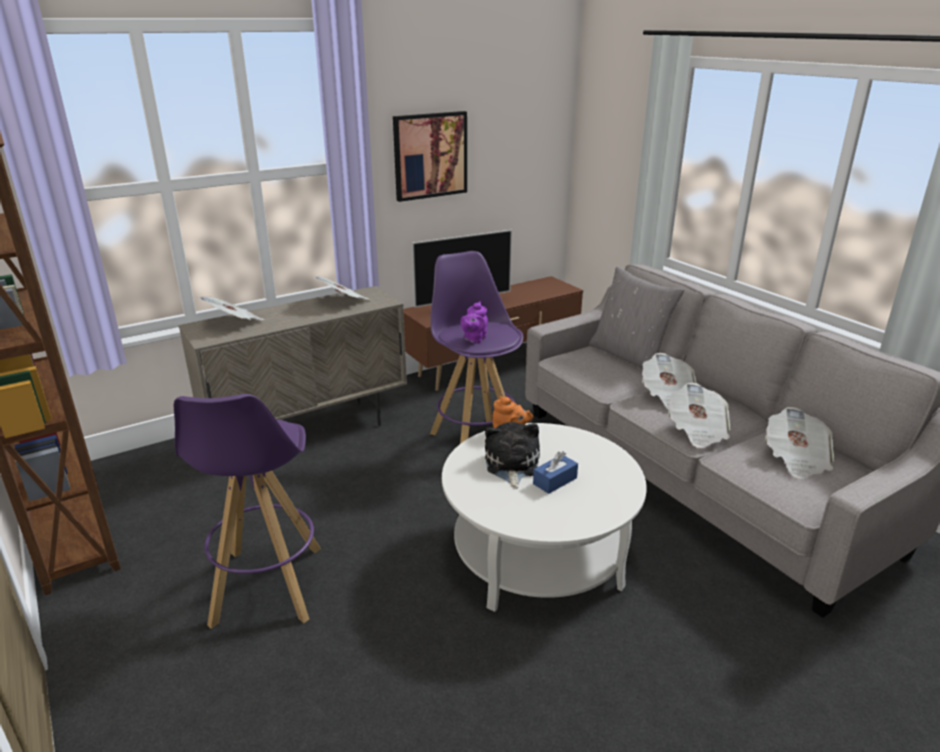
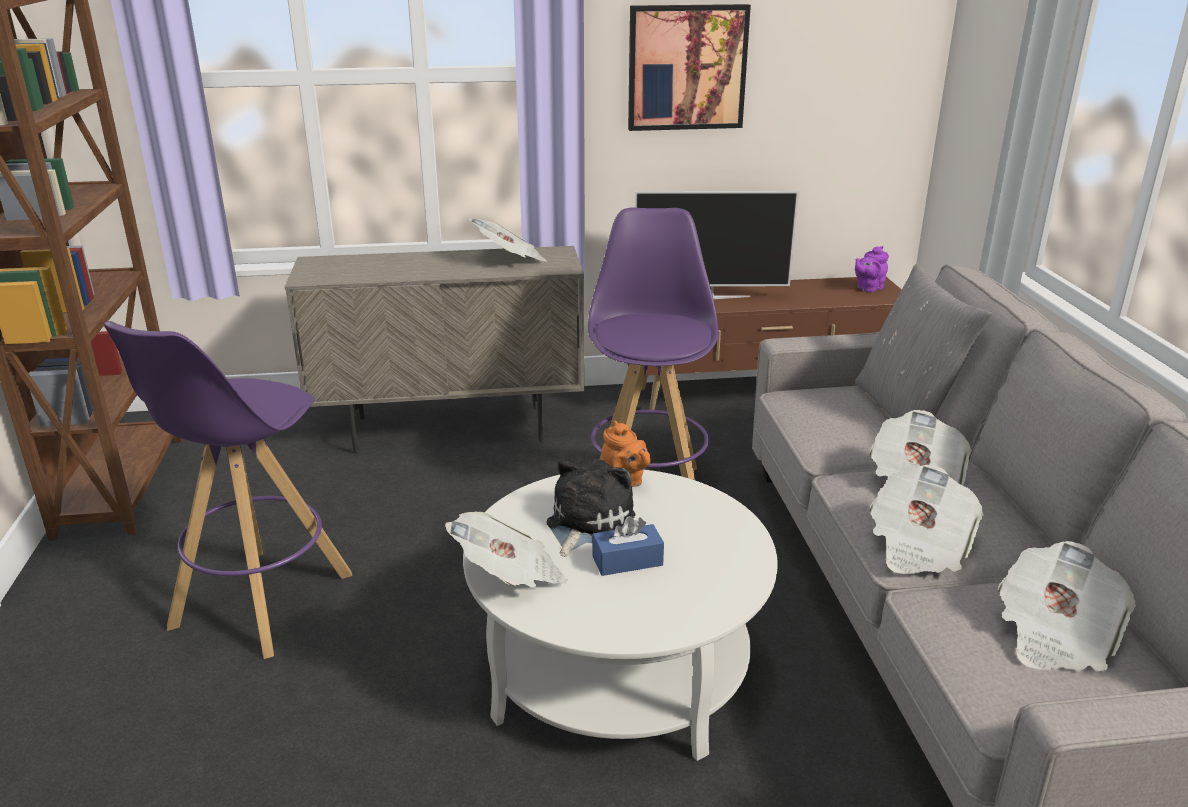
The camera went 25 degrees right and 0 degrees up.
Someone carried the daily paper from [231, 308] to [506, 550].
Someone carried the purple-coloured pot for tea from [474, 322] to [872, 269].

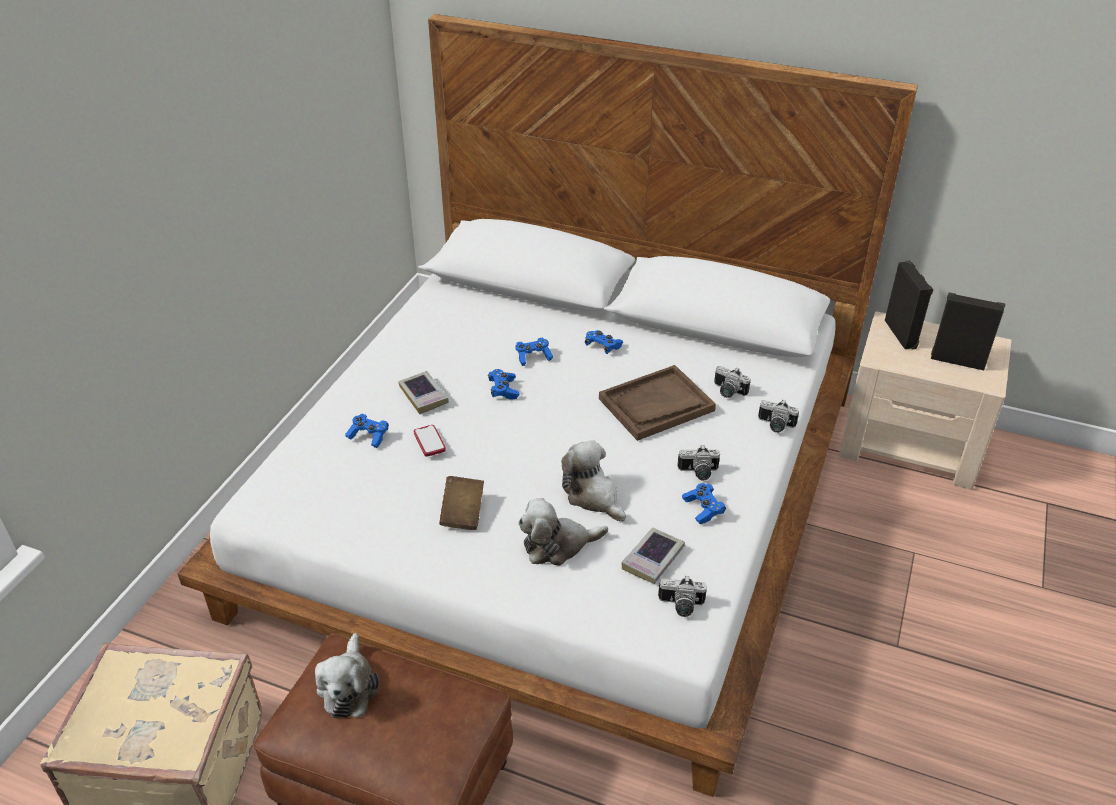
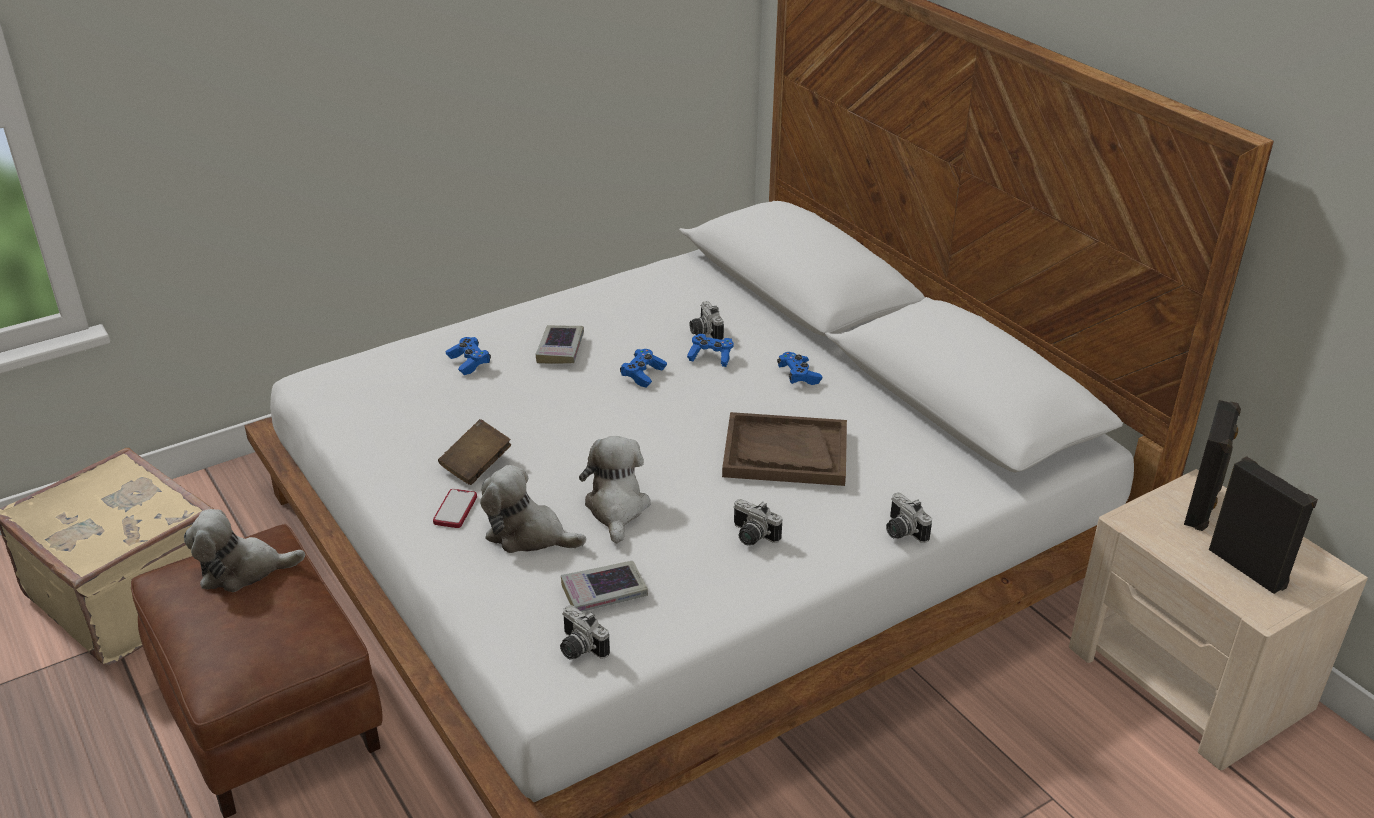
The camera went 35 degrees right and 5 degrees down.
Someone rotated the cuddly toy at [347, 675] by 45 degrees clockwise.
Someone carried the handset from [430, 441] to [455, 508].
Someone carried the still camera from [732, 382] to [706, 320].
Someone took away the blue-coloured gamepad at [704, 503].

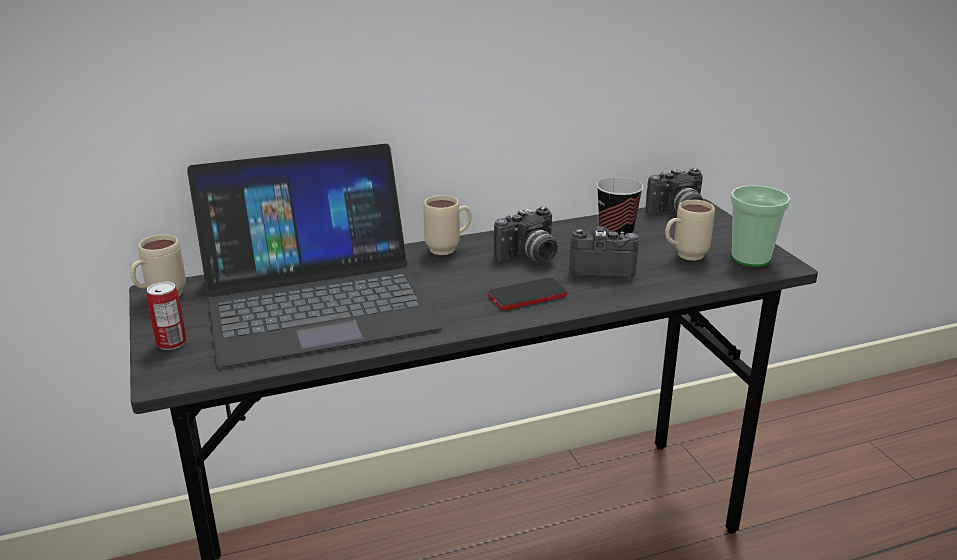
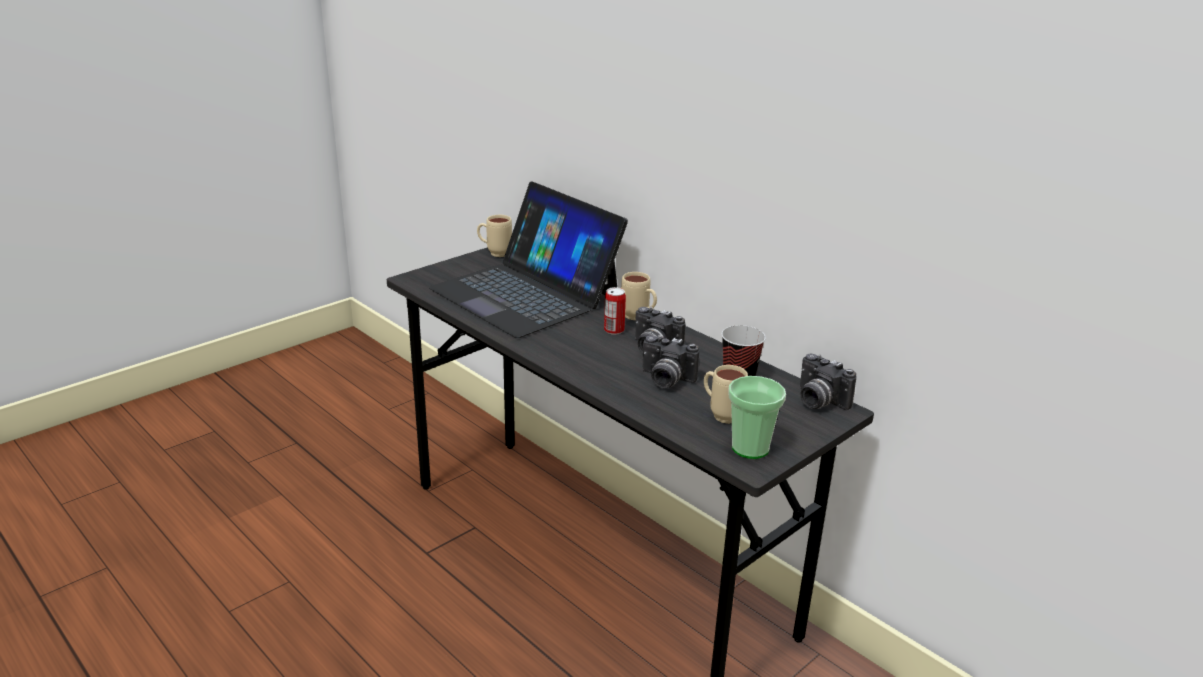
The camera went 65 degrees right and 0 degrees up.
Someone carried the metal can from [166, 315] to [615, 311].
Someone rotated the still camera at [604, 251] by 135 degrees clockwise.
Someone took away the handset at [527, 293].

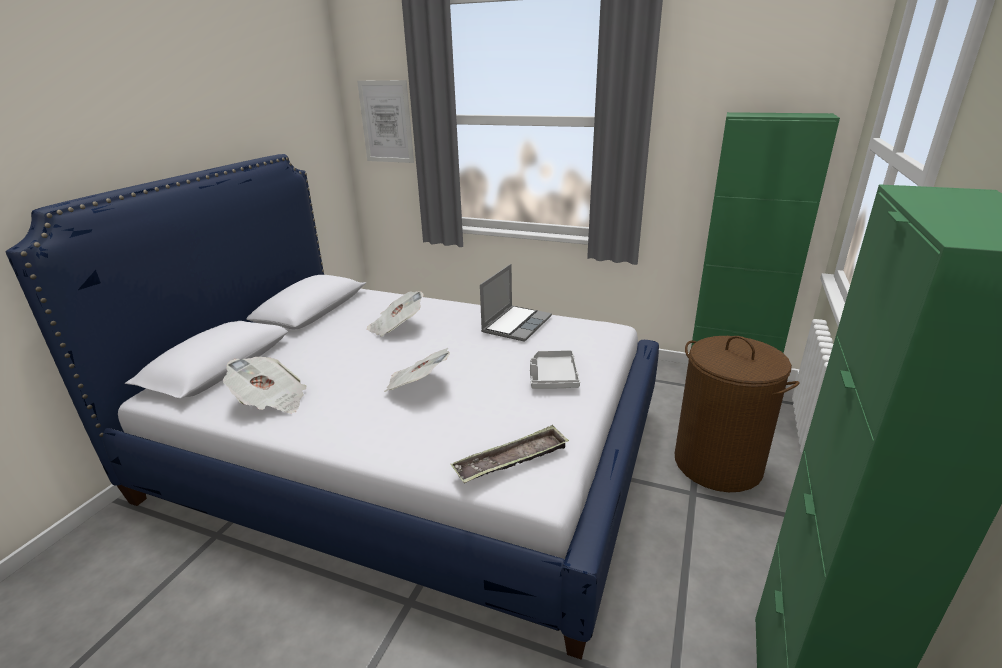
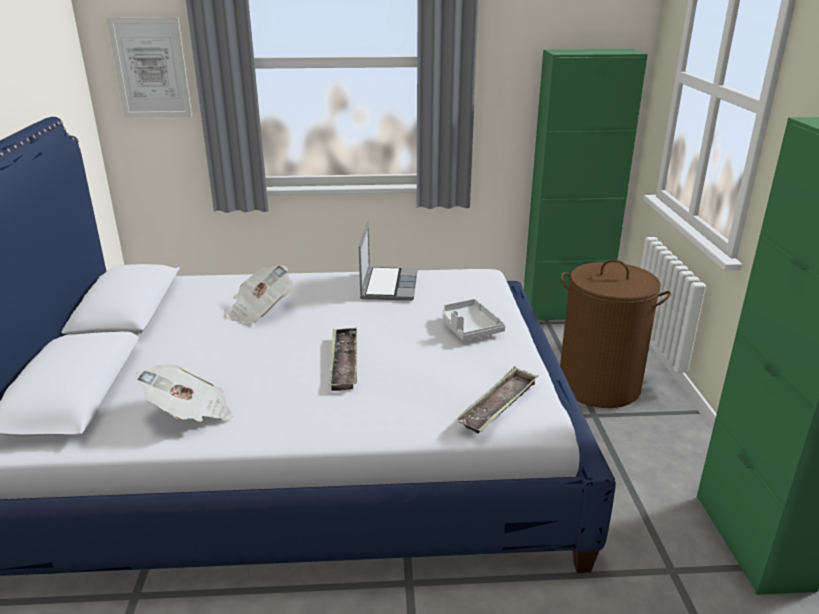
The camera went 25 degrees left and 0 degrees up.
Someone swapped the daily paper at [417, 370] for the carrying tray at [343, 359].

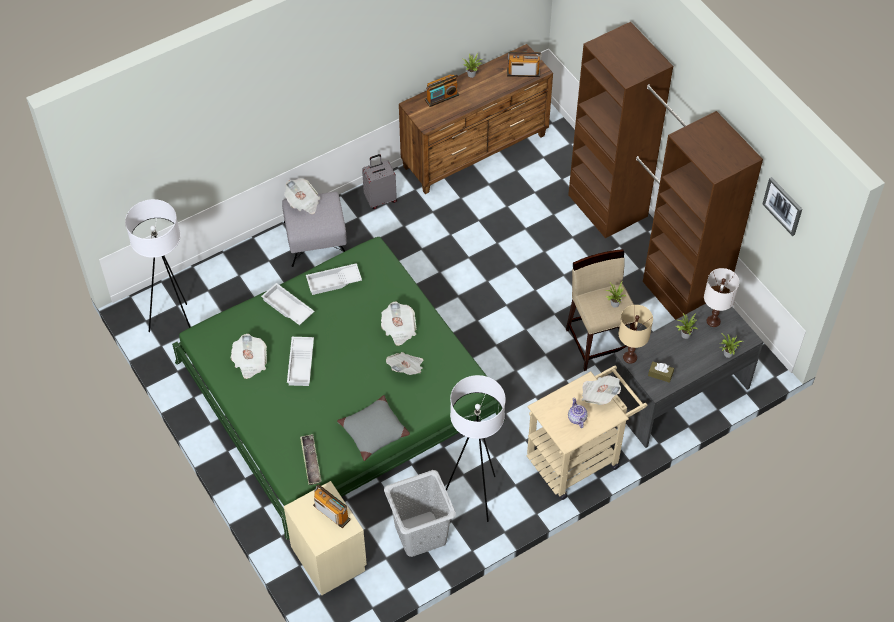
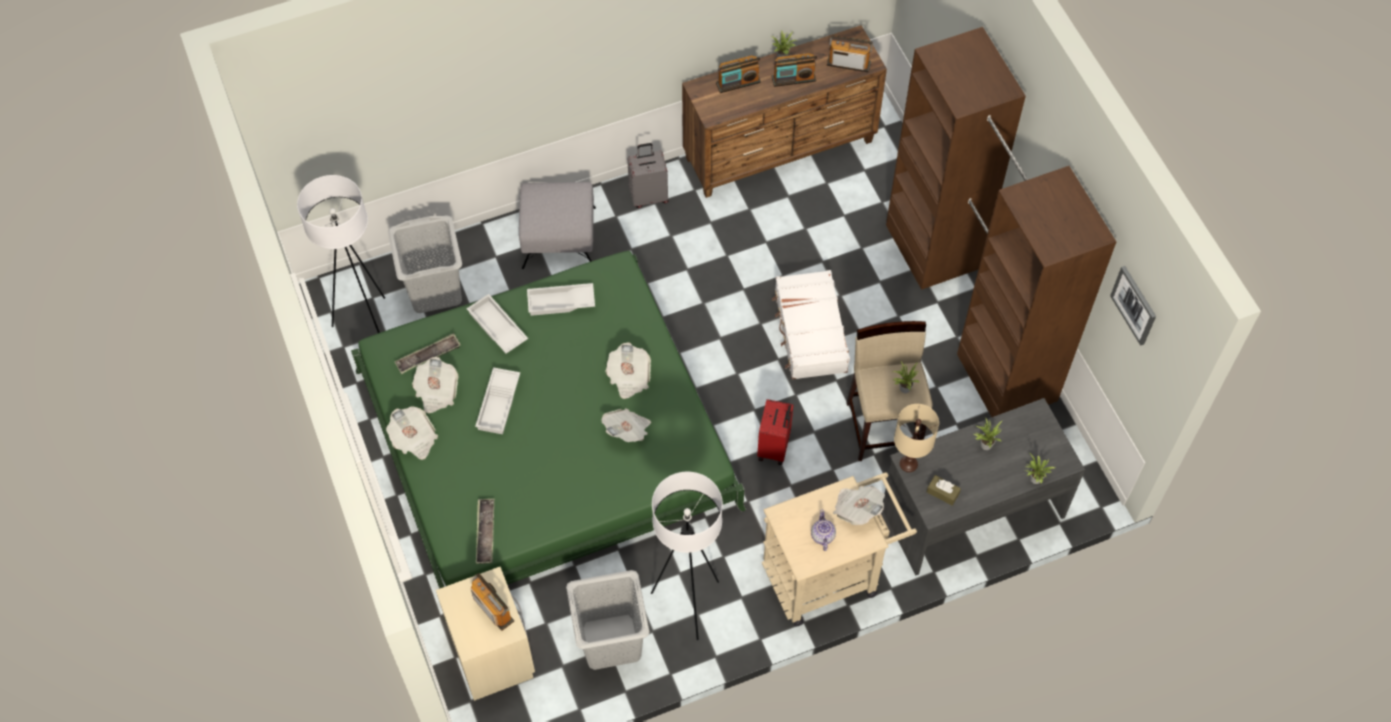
The camera went 10 degrees right and 5 degrees up.
Someone carried the daily paper from [302, 196] to [412, 433].
Someone put down the grey laundry basket at [425, 264].
Someone put down the carrying tray at [427, 353].
Someone put down the red suitcase at [775, 432].
Someone put down the radio set at [794, 70].
Someone put down the white-coloured suitcase at [811, 324].
Someone took away the grey throw pillow at [373, 428].
Someone took away the white-coloured table lamp at [721, 297].

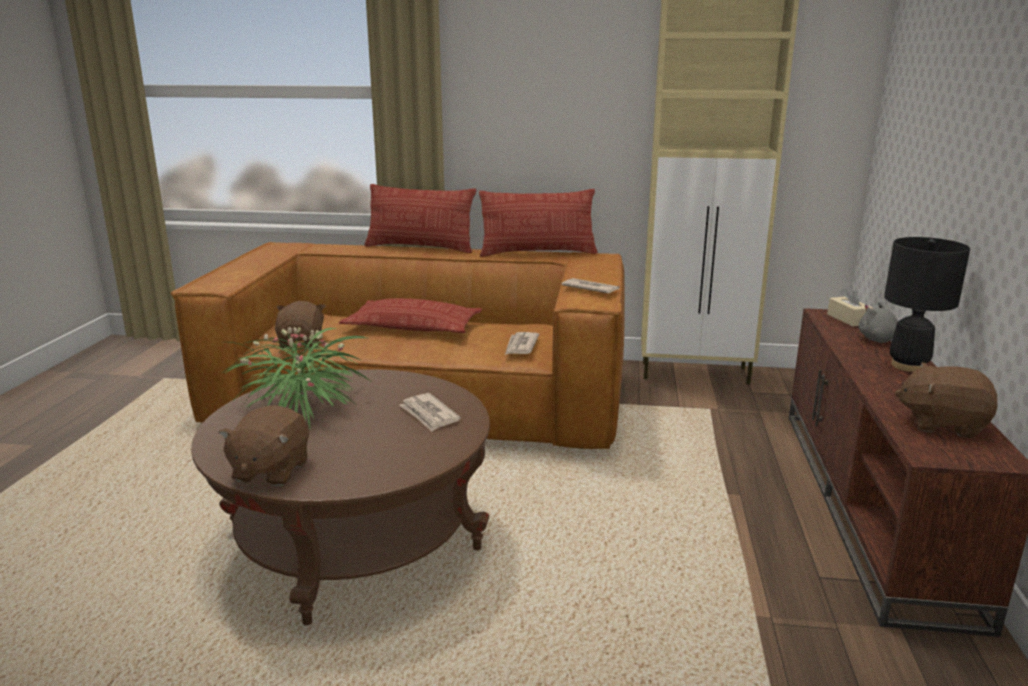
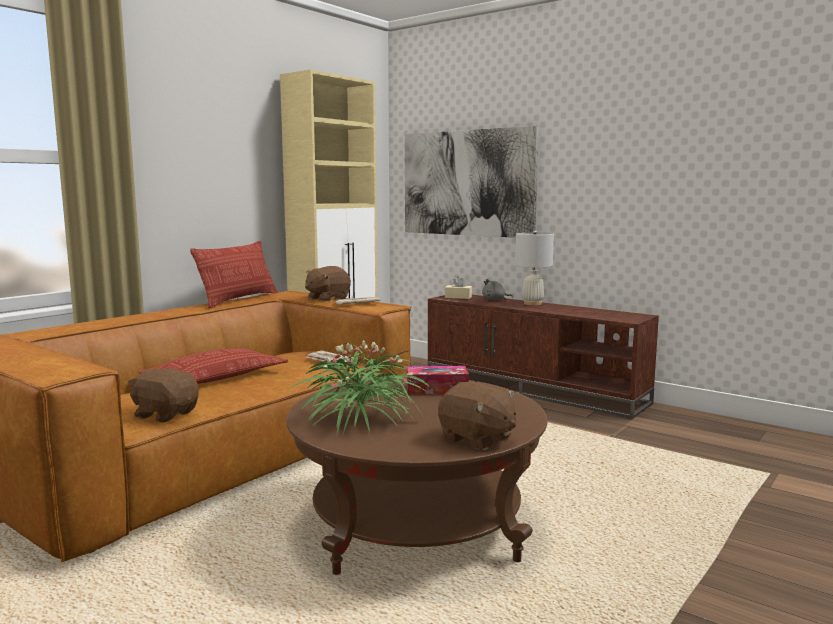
The camera went 60 degrees left and 10 degrees down.
Someone carried the brownish cuddly toy from [946, 400] to [328, 284].
Someone put up the wall art at [472, 182].
Someone swapped the daily paper at [430, 412] for the tissue box at [438, 380].
Someone repainted the black table lamp at [927, 304], which became the white-coloured table lamp at [534, 267].
Someone took away the throw pillow at [420, 218].

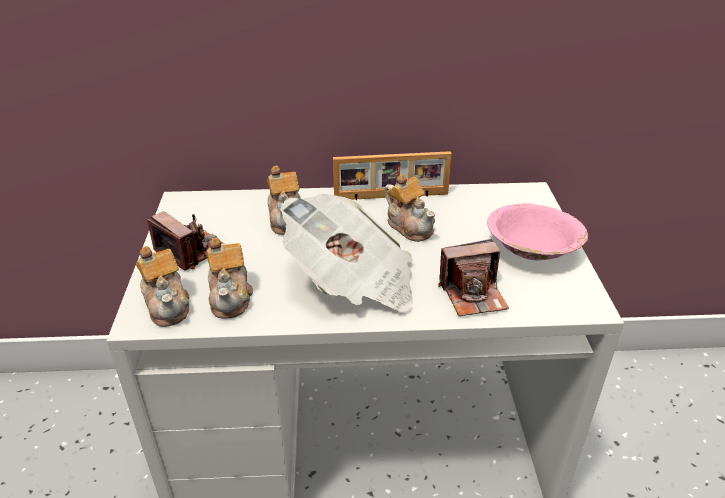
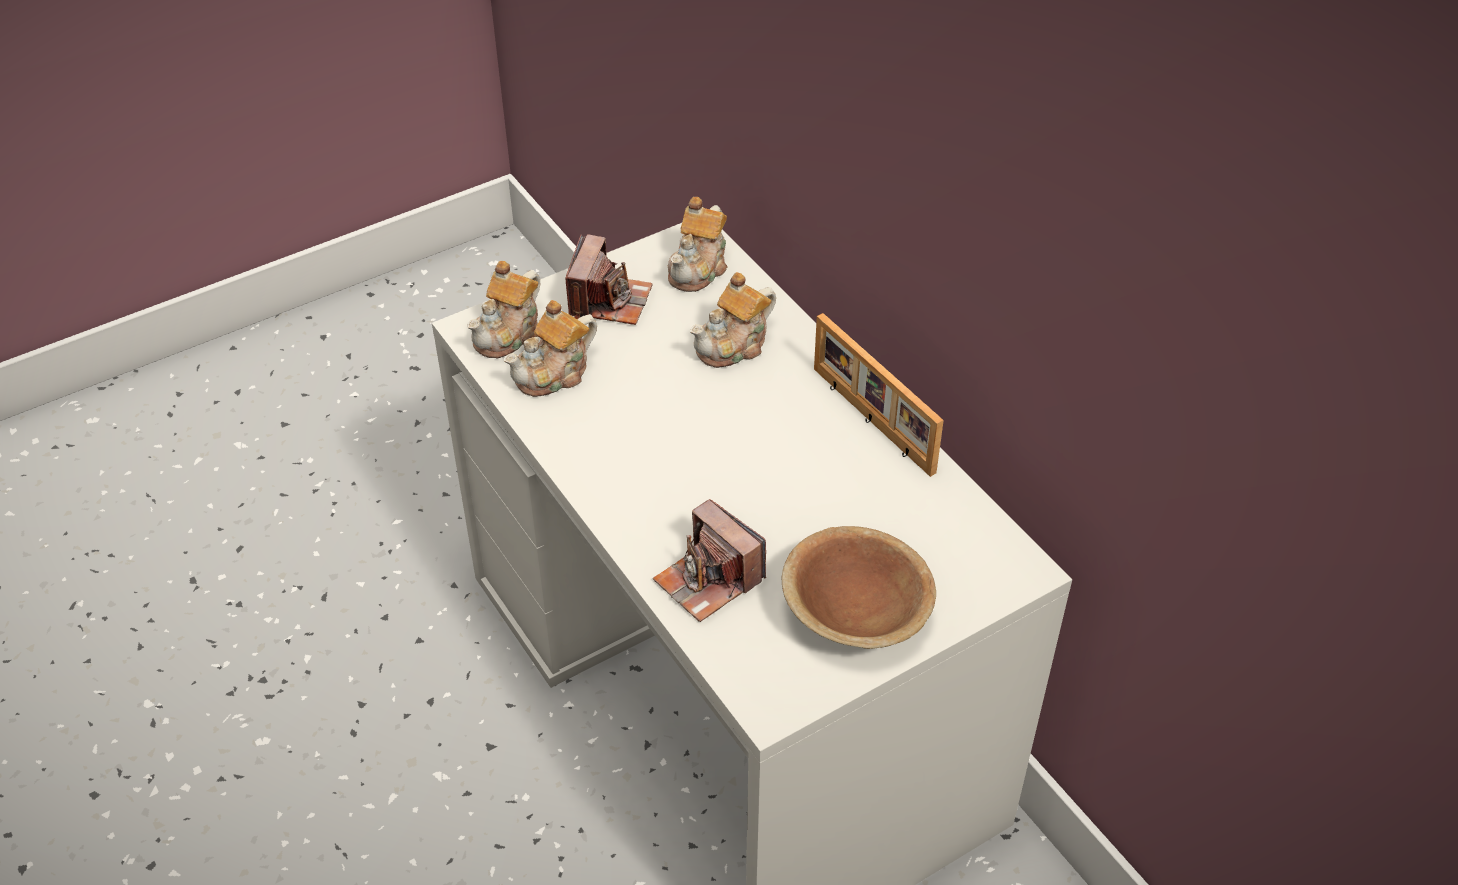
The camera went 60 degrees right and 10 degrees up.
Someone carried the pot for tea from [410, 208] to [698, 244].
Someone repainted the pink bowl at [537, 231], which became the brownish bowl at [859, 587].
Someone took away the daily paper at [347, 253].

